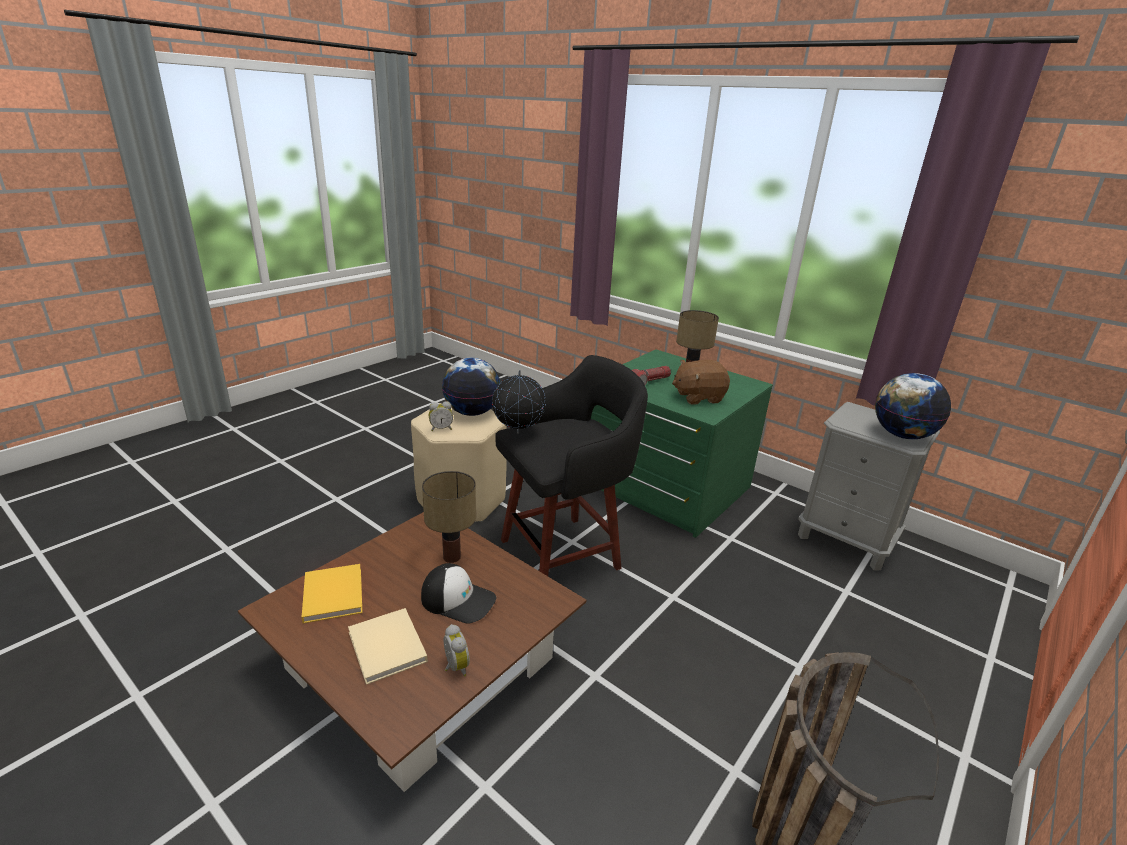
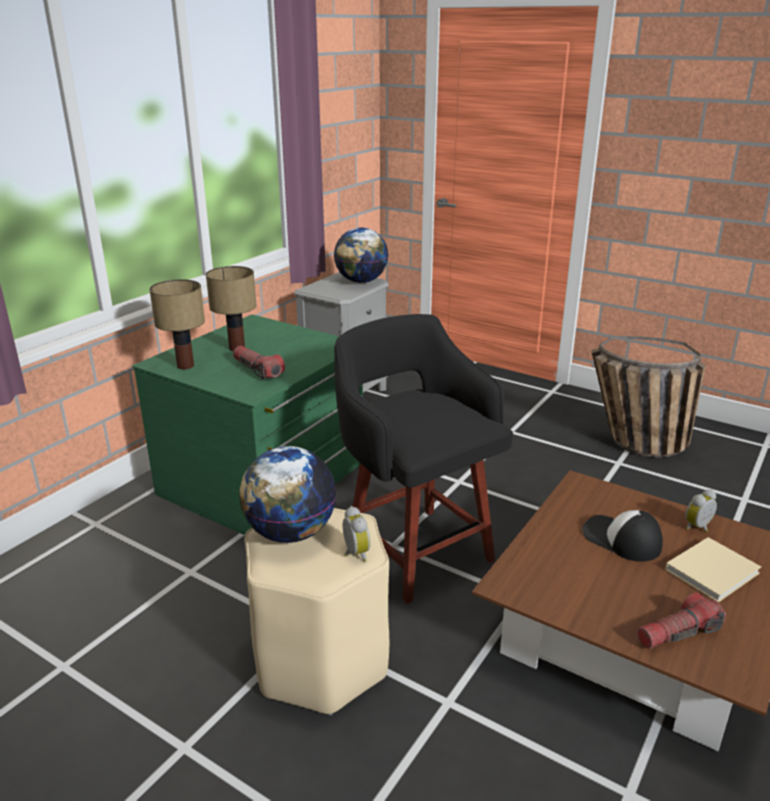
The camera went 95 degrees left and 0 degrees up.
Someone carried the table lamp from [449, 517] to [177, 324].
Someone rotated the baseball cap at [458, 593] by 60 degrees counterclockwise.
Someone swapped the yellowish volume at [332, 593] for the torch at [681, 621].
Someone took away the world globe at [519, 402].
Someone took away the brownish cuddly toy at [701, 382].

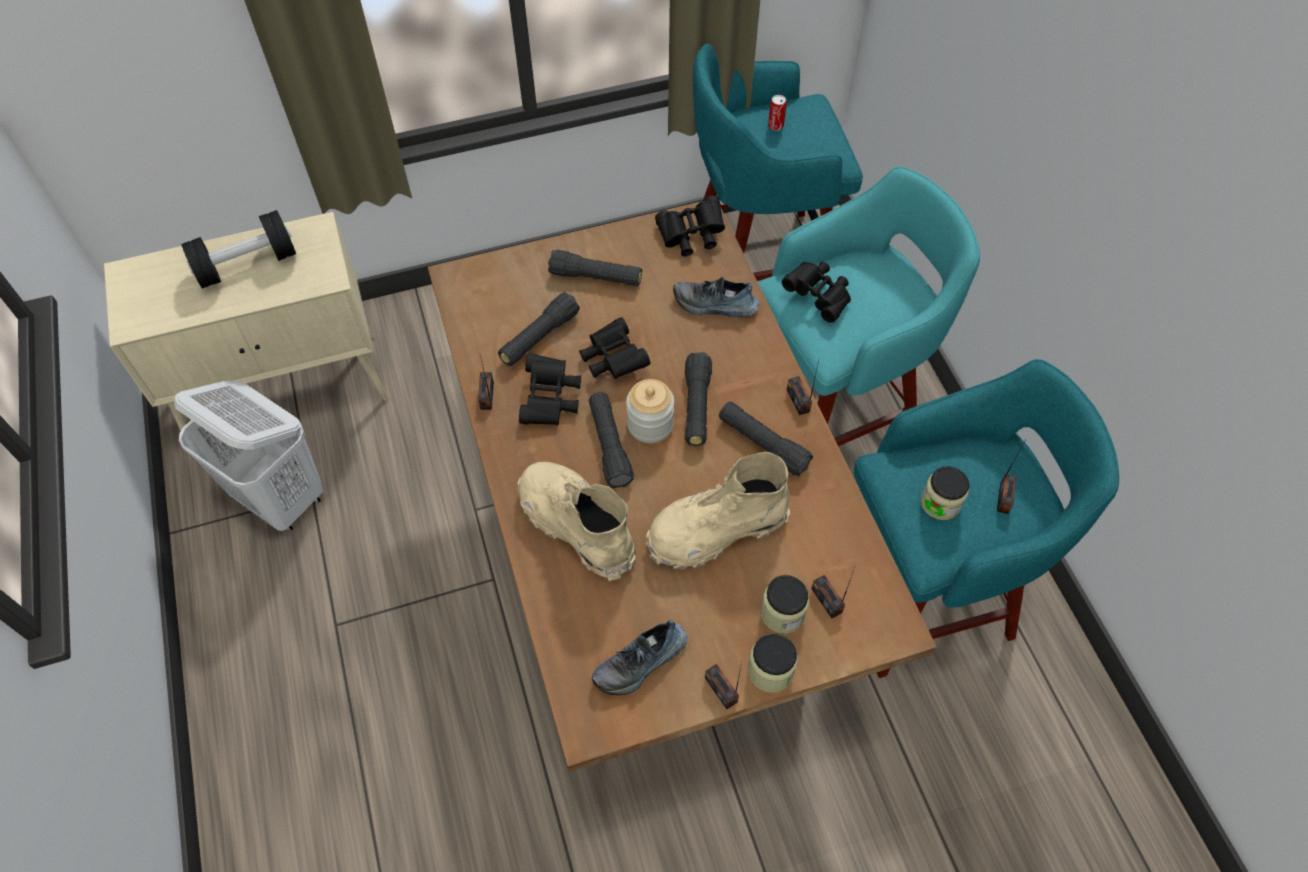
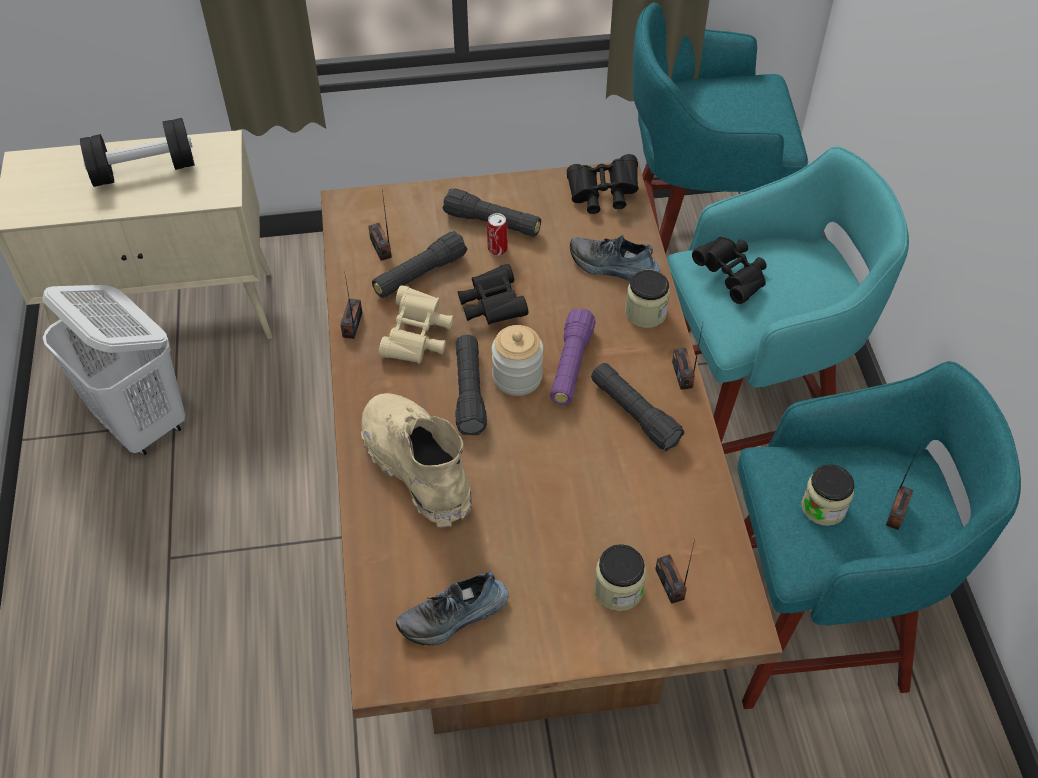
The camera went 10 degrees right and 5 degrees down.
Someone carried the radio set from [723, 685] to [380, 225].
Someone repainted the black binoculars at [550, 389], which became the sand-coloured binoculars at [416, 324].
Someone carried the metal can from [777, 113] to [497, 234].
Someone repainted the black torch at [698, 399], which became the purple-coloured torch at [573, 357].
Someone carried the jar from [773, 663] to [647, 299].
Someone took away the sand-coloured tall boot at [718, 510].

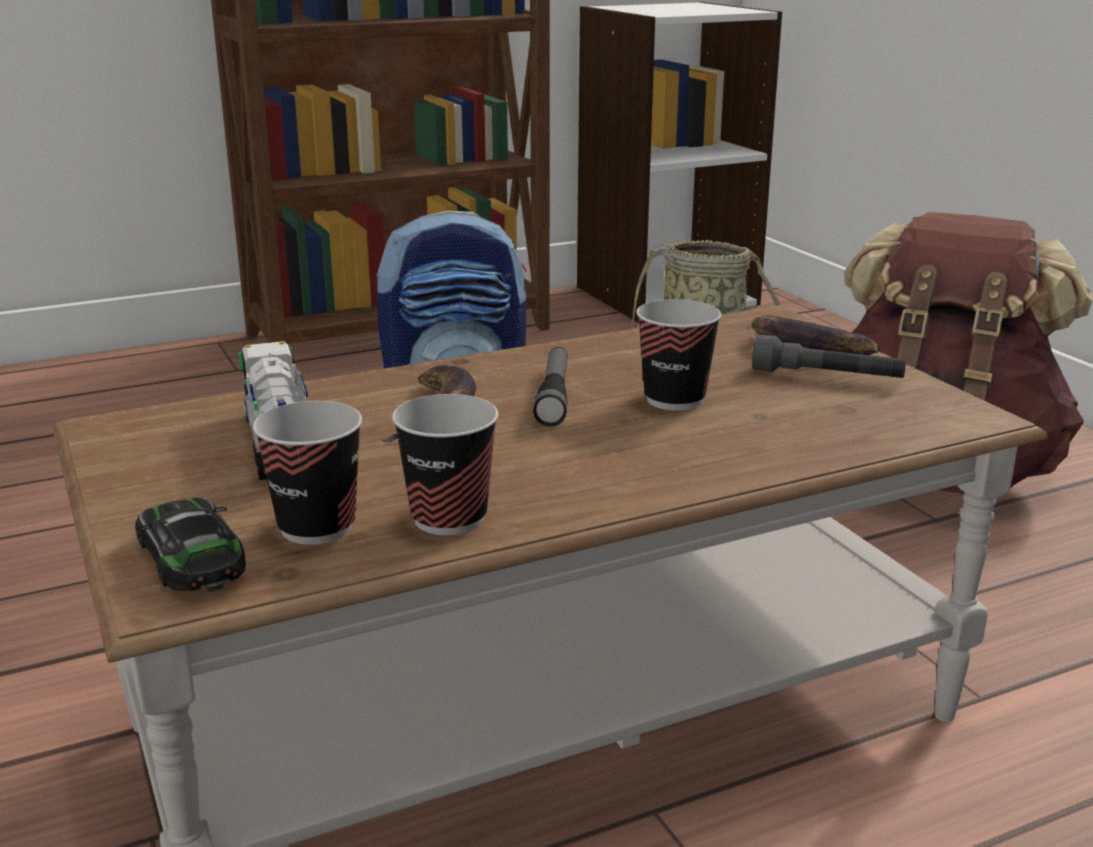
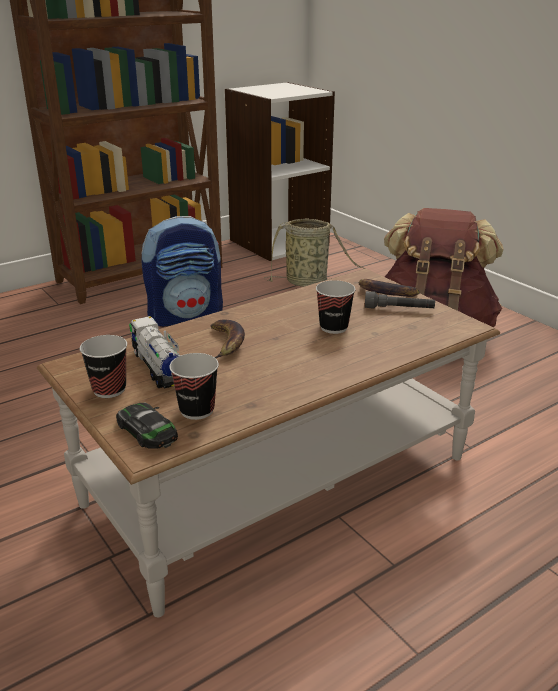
The camera went 10 degrees left and 5 degrees up.
Someone carried the small cup from [445, 464] to [103, 366].
Someone took away the torch at [550, 387].

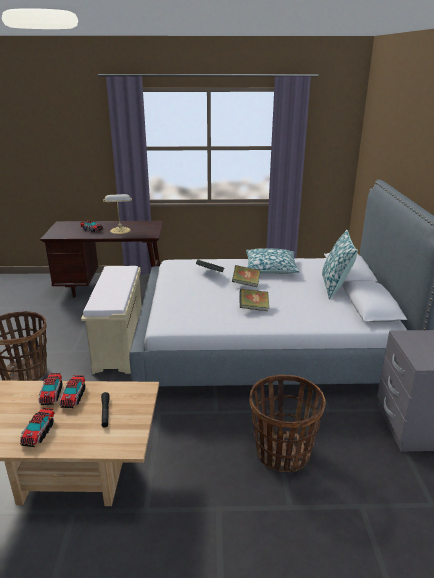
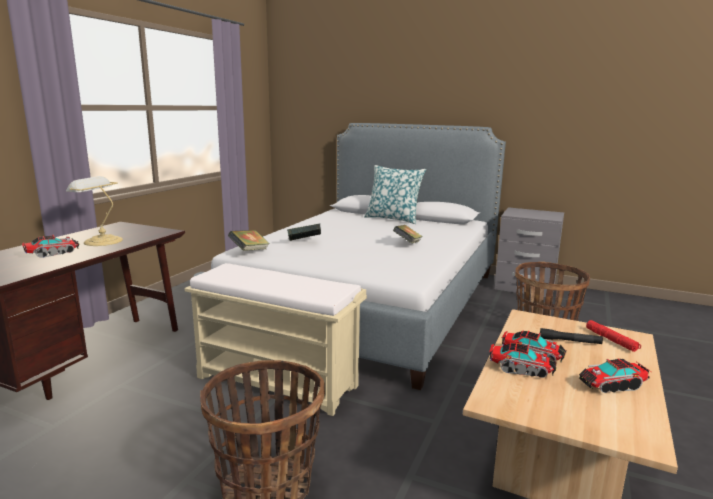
The camera went 65 degrees left and 10 degrees down.
Someone carried the volume from [246, 276] to [249, 240].
Someone rotated the model truck at [37, 427] by 135 degrees clockwise.
Someone put down the red torch at [613, 336].
Someone took away the throw pillow at [273, 261].

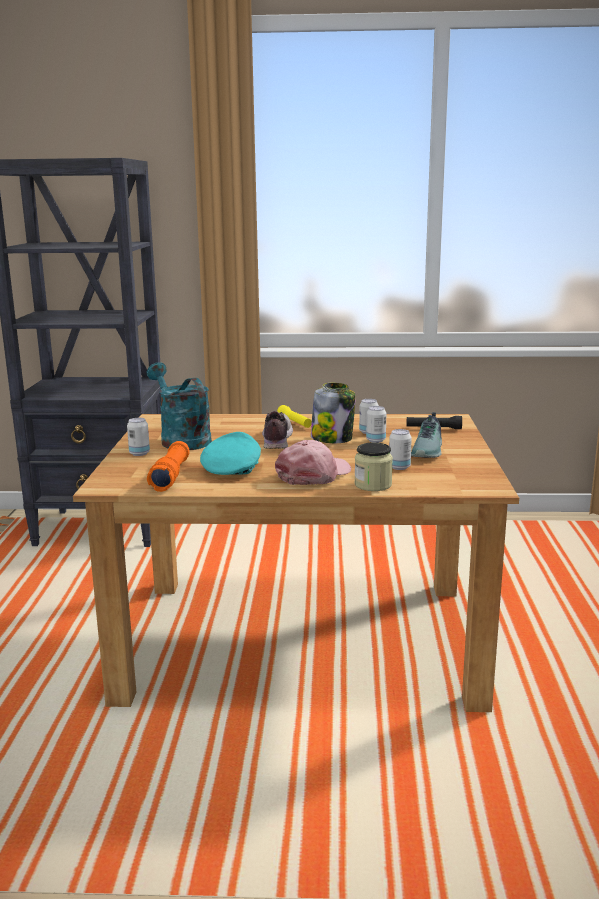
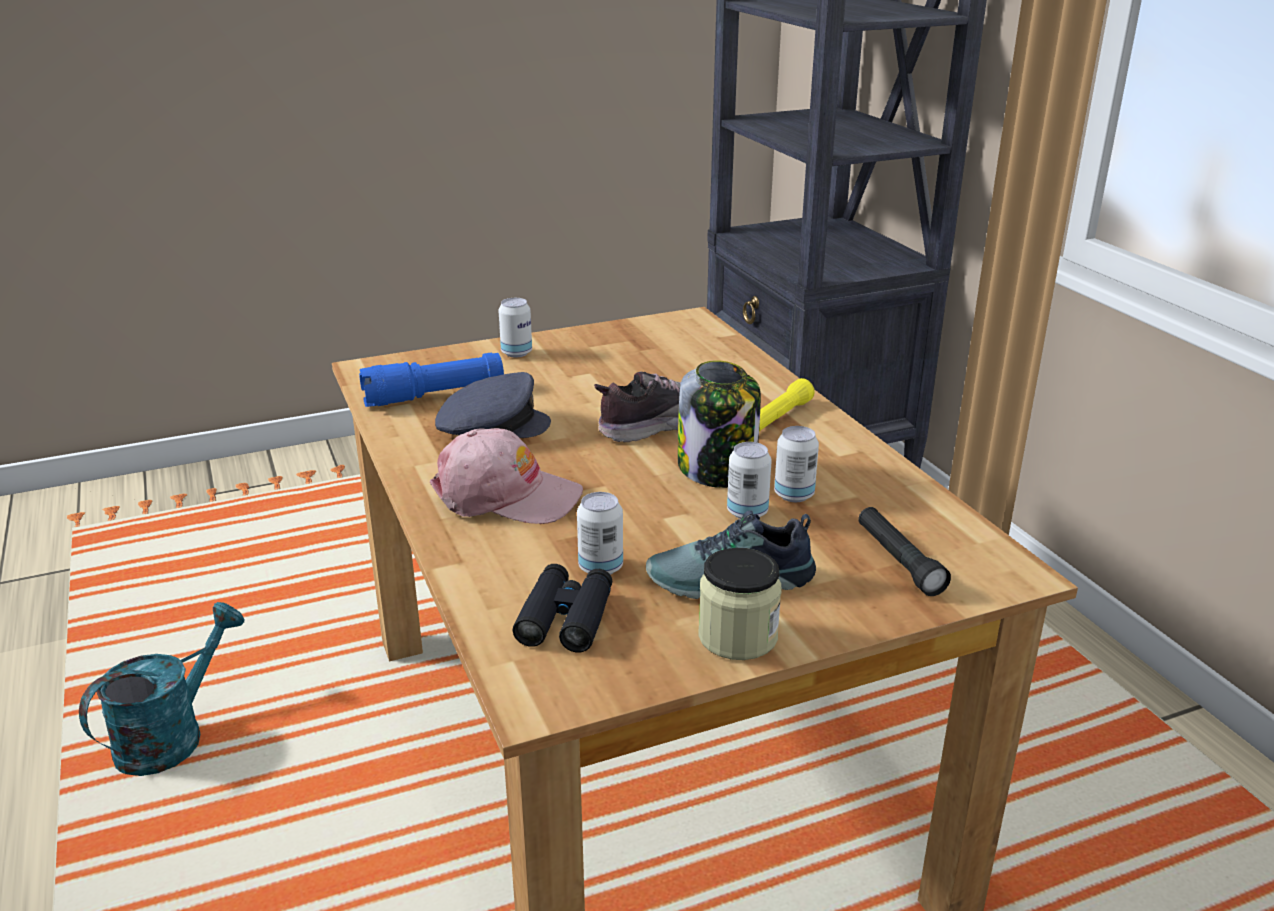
The camera went 65 degrees right and 10 degrees up.
Someone carried the turquoise watering pot from [179, 406] to [162, 689].
Someone repainted the orangey torch at [168, 466], which became the blue-coloured torch at [431, 379].
Someone repainted the turquoise baseball cap at [230, 453], which became the grey baseball cap at [493, 405].
Someone put down the black binoculars at [562, 608].
Someone carried the jar from [373, 466] to [740, 604].

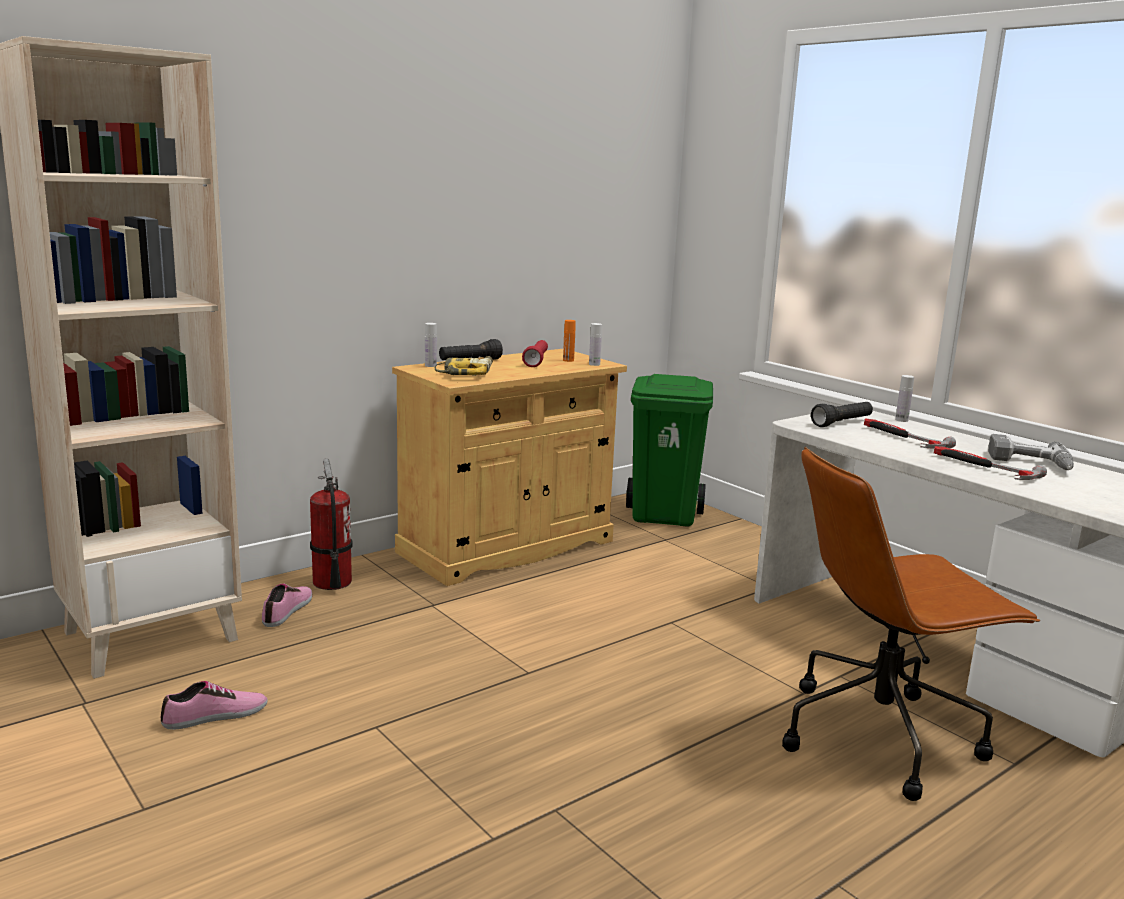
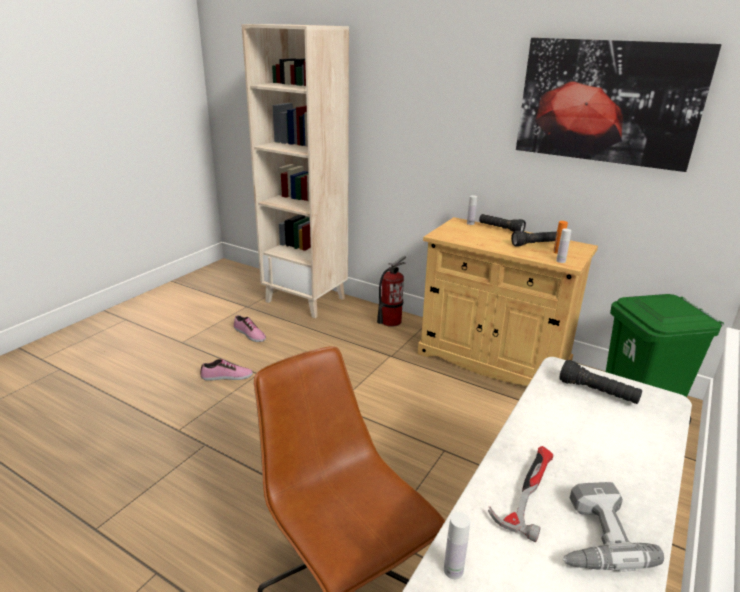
The camera went 70 degrees right and 10 degrees up.
Someone carried the item of footwear from [287, 605] to [226, 370].
Someone carried the white-coloured bottle from [904, 398] to [457, 545].
Someone repainted the red torch at [535, 353], which became the black torch at [534, 239].
Someone put up the wall art at [618, 105].
Someone took away the electric drill at [464, 366].
Someone took away the hand hammer at [910, 433].

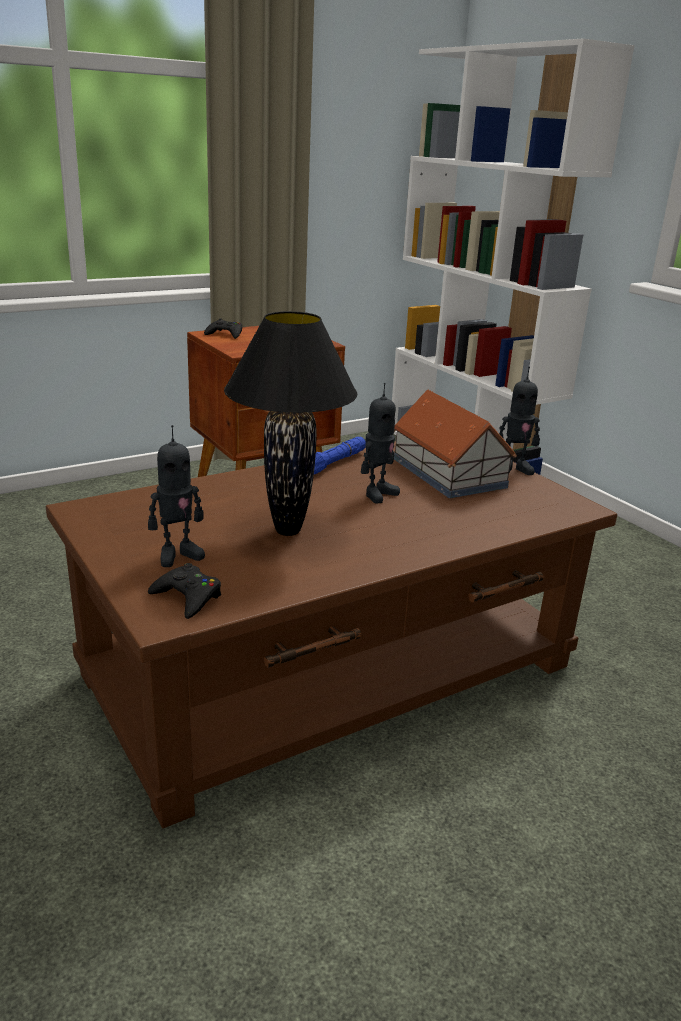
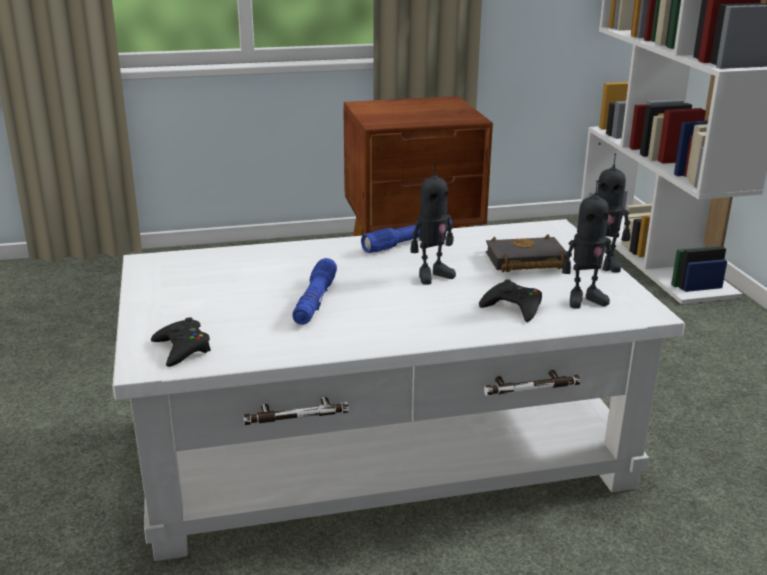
The camera went 20 degrees right and 0 degrees up.
Someone repainted the brownish lounge table at [332, 634], which became the white-coloured lounge table at [399, 390].
Someone swapped the black table lamp at [290, 423] for the blue-coloured torch at [315, 291].
Someone carried the black gamepad from [223, 329] to [510, 300].
Someone swapped the toy house at [455, 444] for the black volume at [526, 253].
Someone carried the toy robot from [176, 496] to [587, 244].

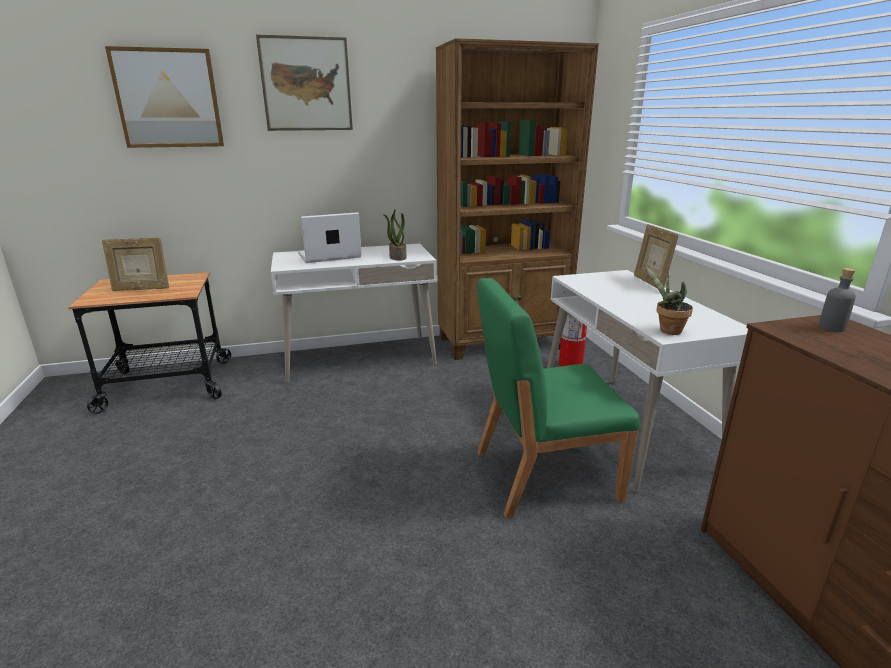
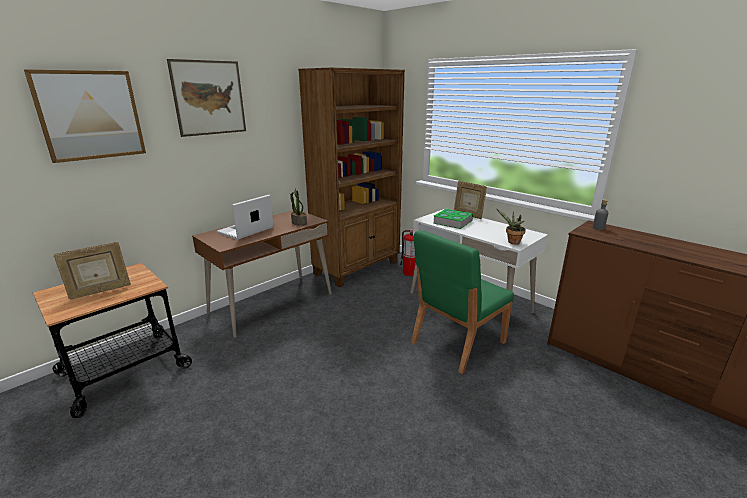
The camera went 30 degrees left and 0 degrees up.
Someone repainted the white-coloured desk unit at [354, 313], which became the brownish desk unit at [262, 274].
Someone put down the volume at [453, 219].

